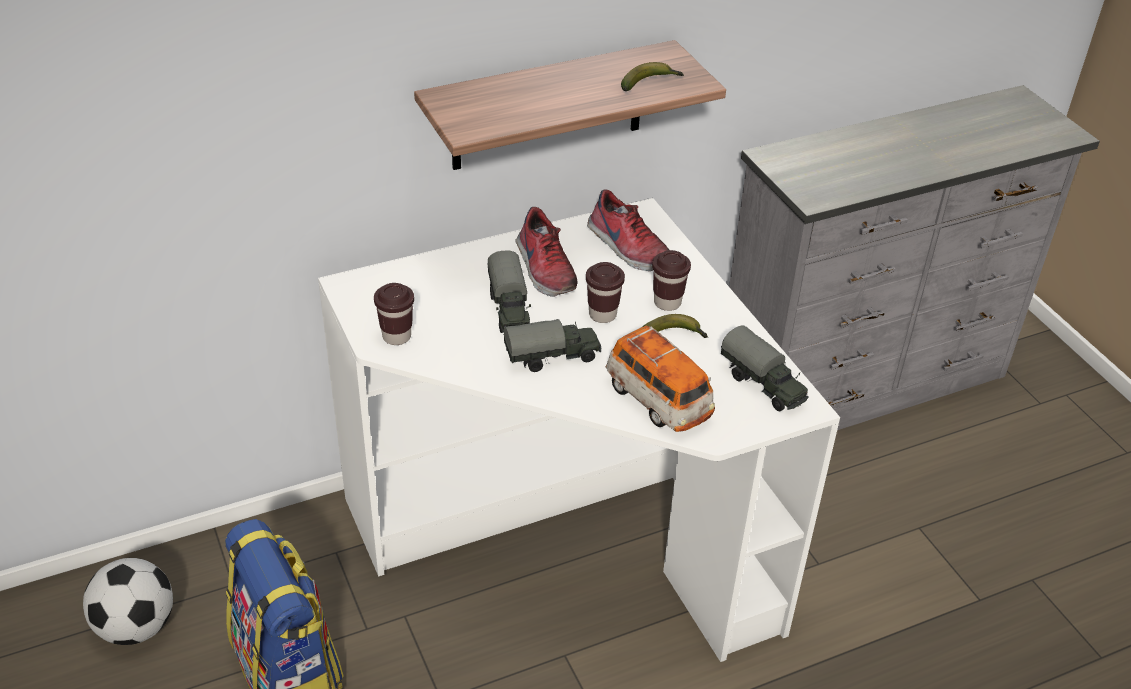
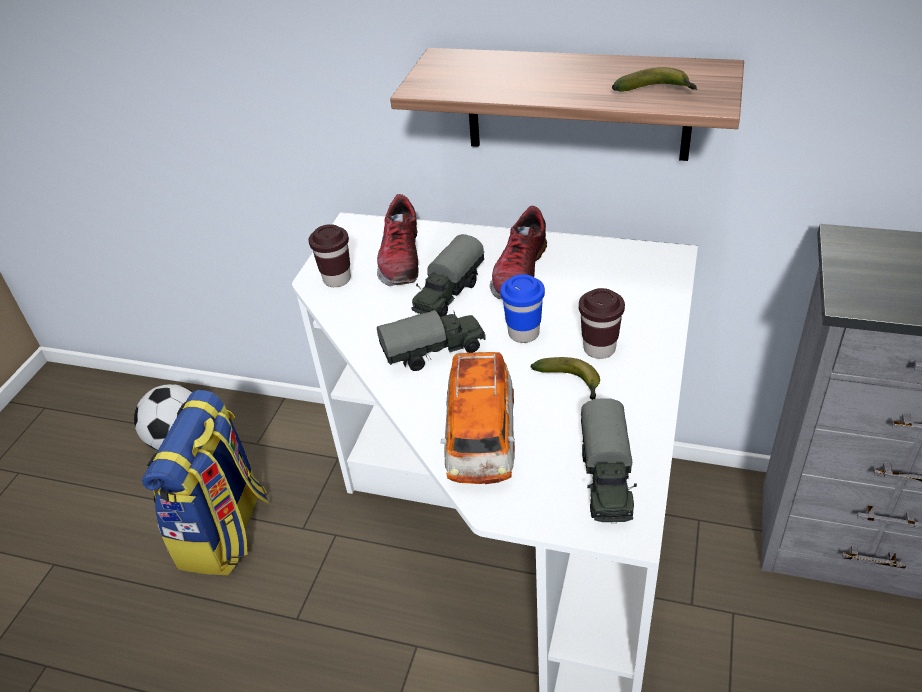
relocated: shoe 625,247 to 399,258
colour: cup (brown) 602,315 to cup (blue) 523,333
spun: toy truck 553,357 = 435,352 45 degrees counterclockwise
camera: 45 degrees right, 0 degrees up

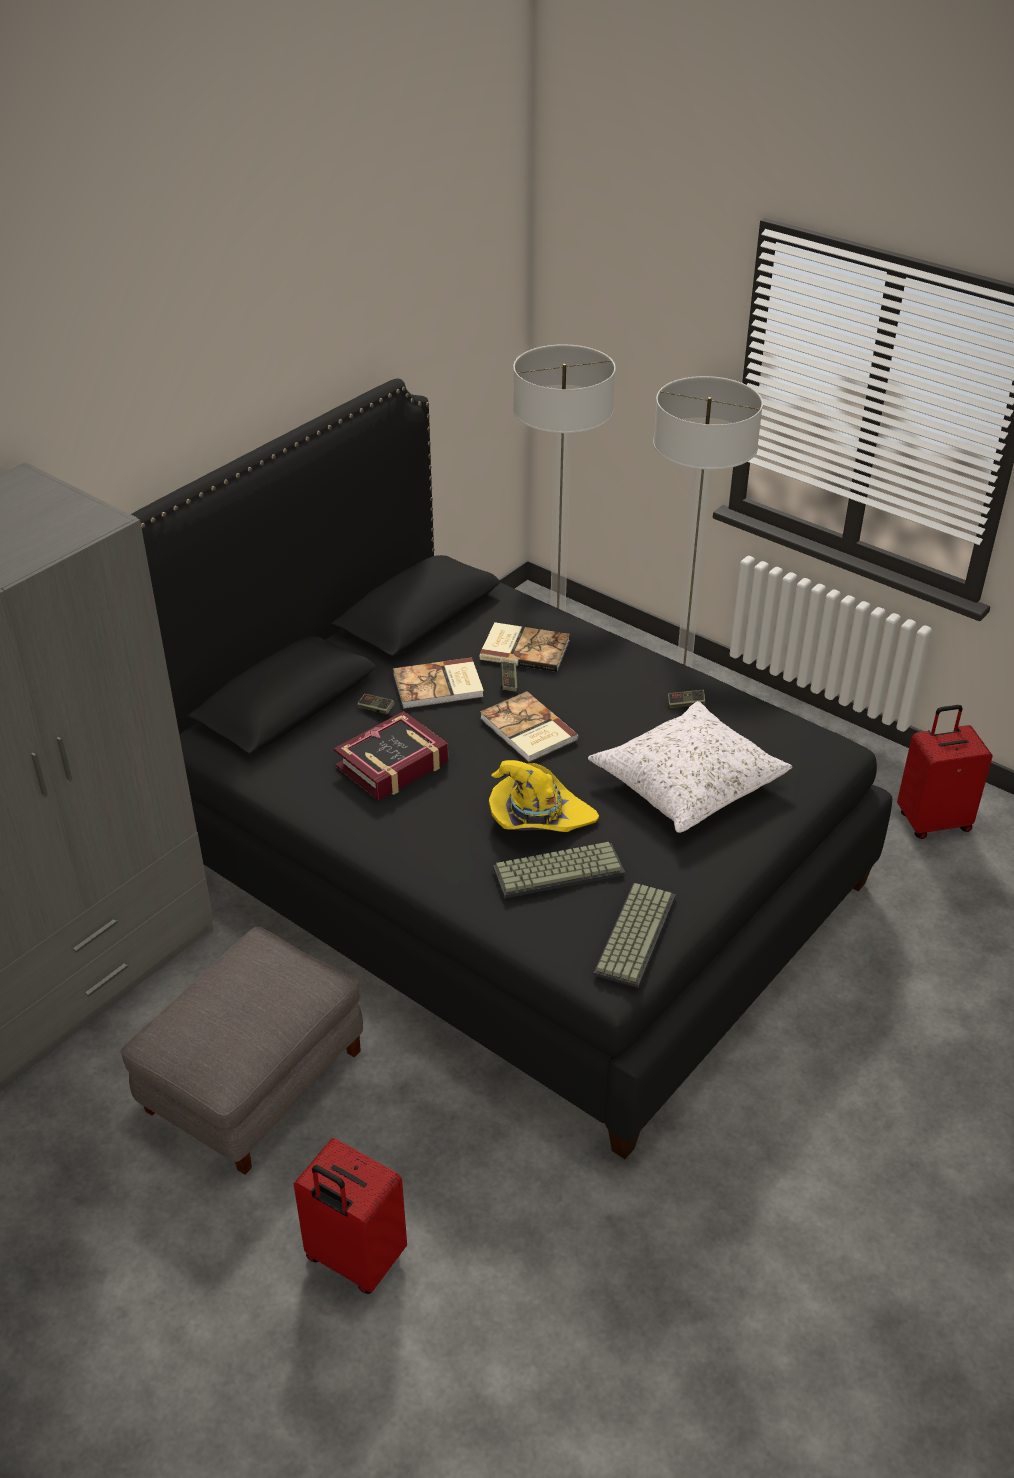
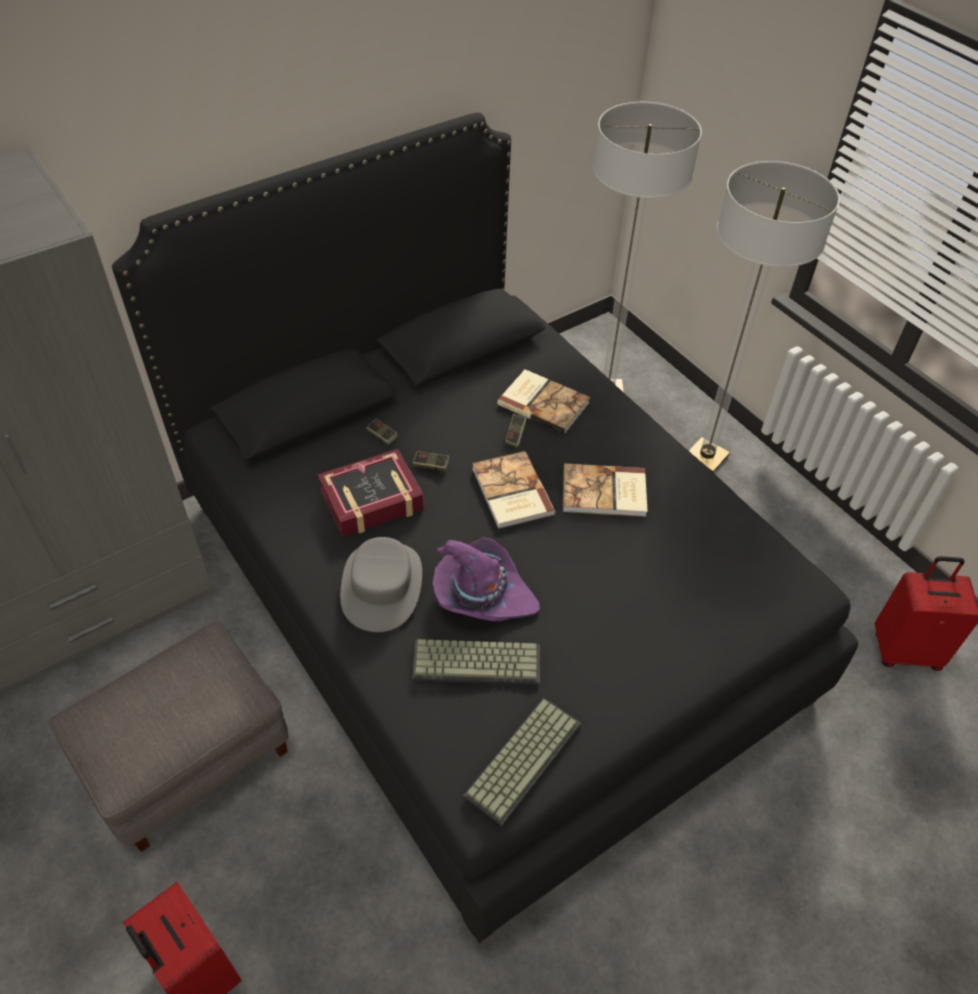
missing: pillow (white) 688,782
appeared: hat (grey) 382,586
relocated: game controller 686,704 to 431,465; book 439,686 to 605,493
colour: hat (yellow) 538,817 to hat (purple) 482,594
camera: 15 degrees right, 10 degrees up

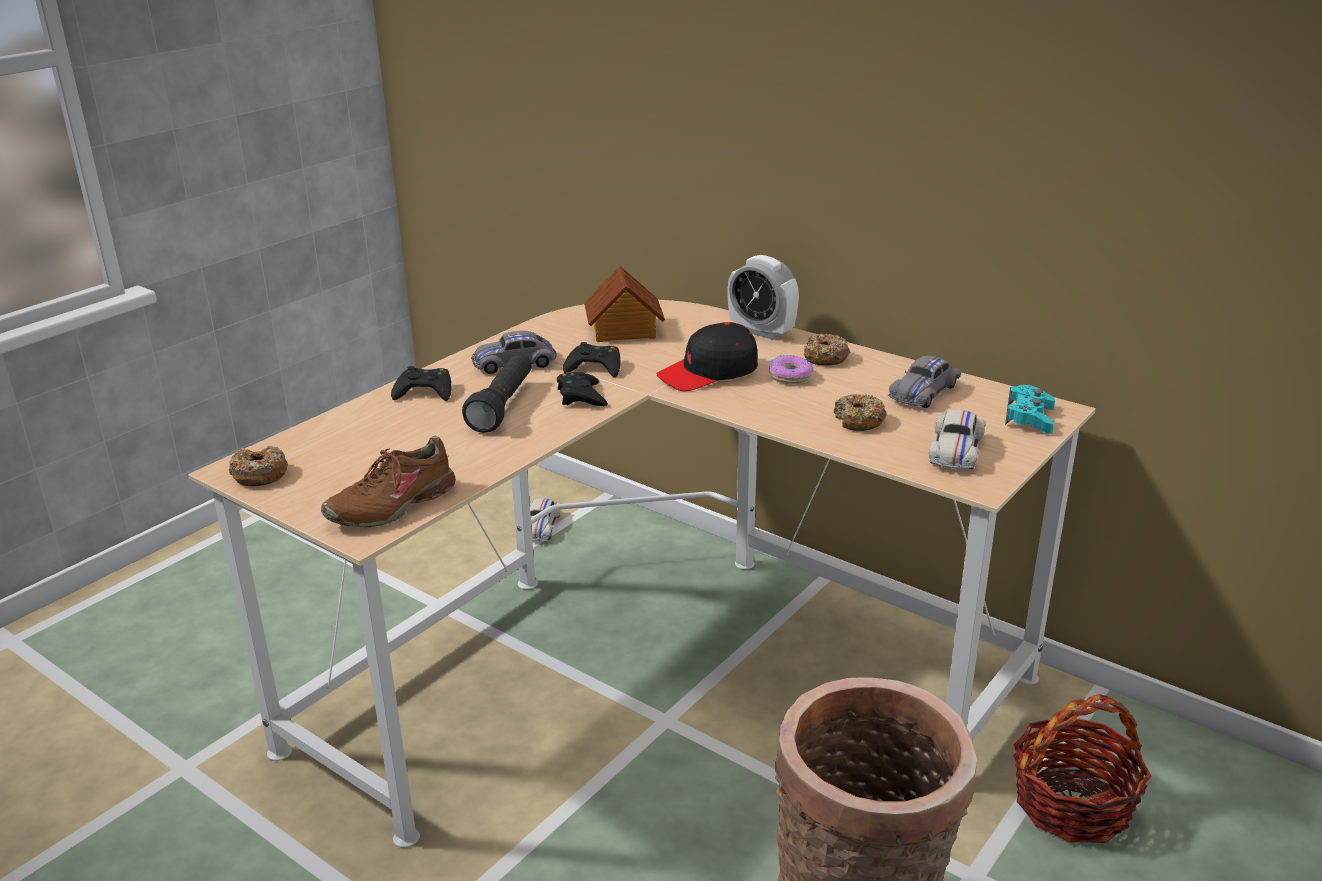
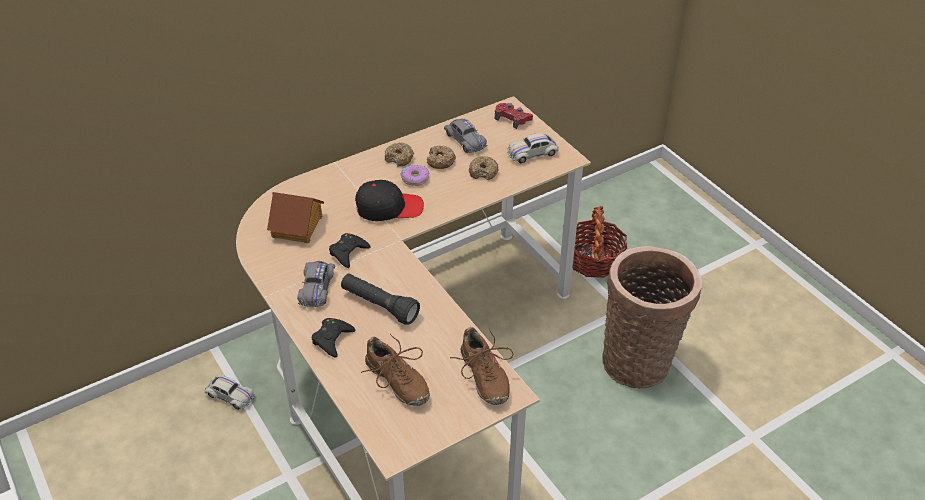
missing: game controller (black) 581,396; alarm clock 761,331
appeared: shoe (brown) 397,382
relocated: donut 259,475 to 440,161
colour: game controller (turquoise) 1029,418 to game controller (red) 512,118
spun: cap (black) 709,372 = 389,208 90 degrees counterclockwise; toy car (white) 955,451 = 532,153 120 degrees clockwise
camera: 70 degrees left, 15 degrees up

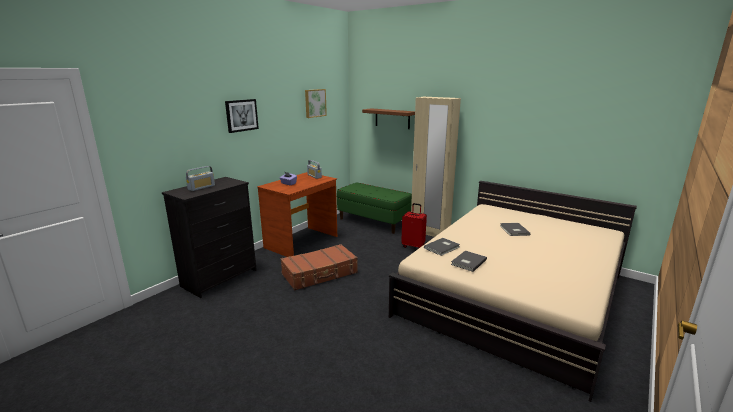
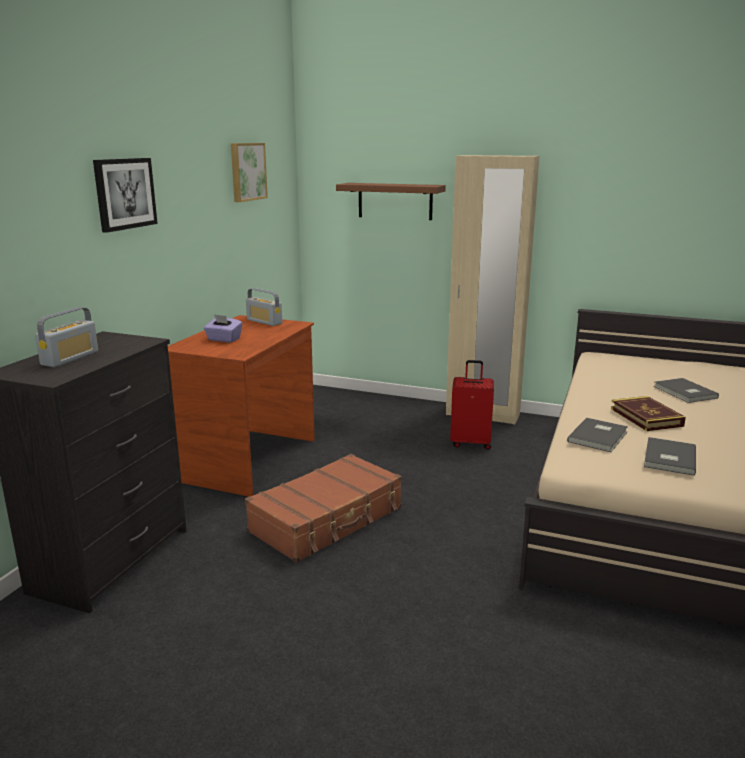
missing: bench (green) 374,221
appeared: book 646,417
camera: 15 degrees left, 0 degrees up

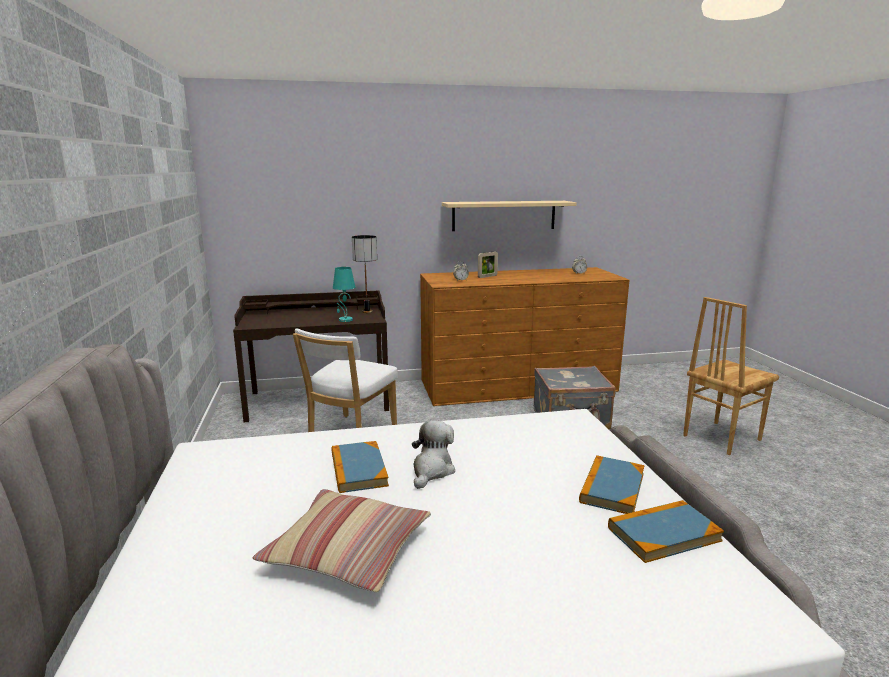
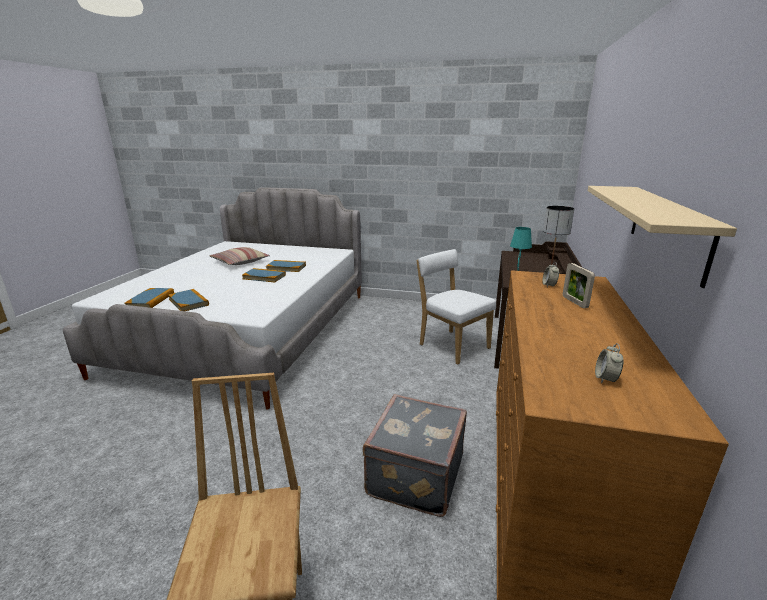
exchanged: plush toy 432,470 to book 264,277
camera: 115 degrees right, 5 degrees up

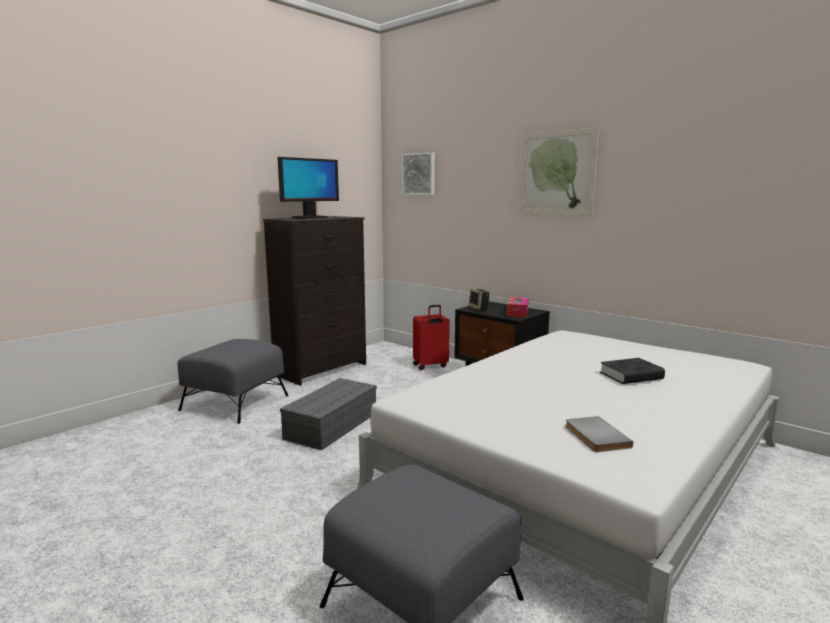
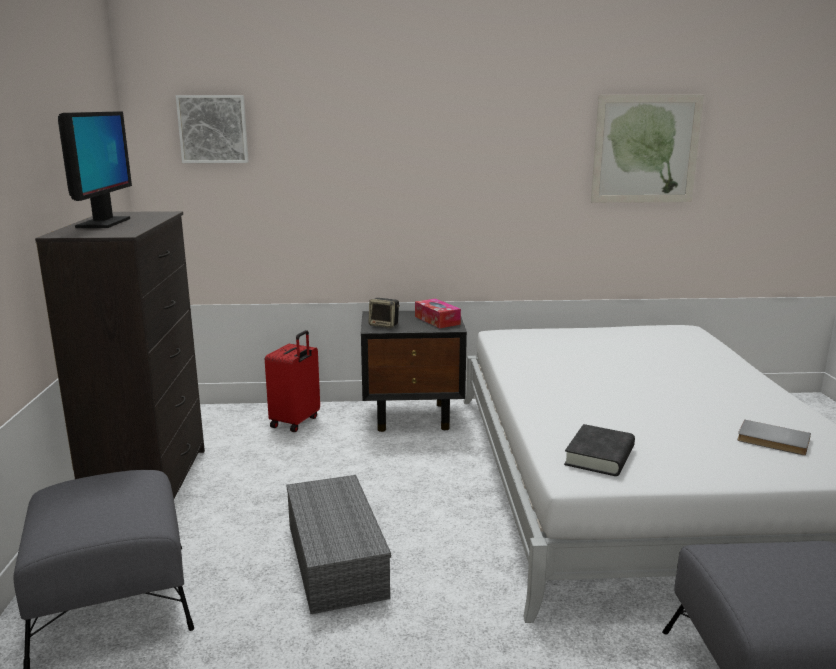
relocated: book (black) 631,376 to 599,456; picture 556,173 to 645,149
camera: 45 degrees left, 5 degrees up

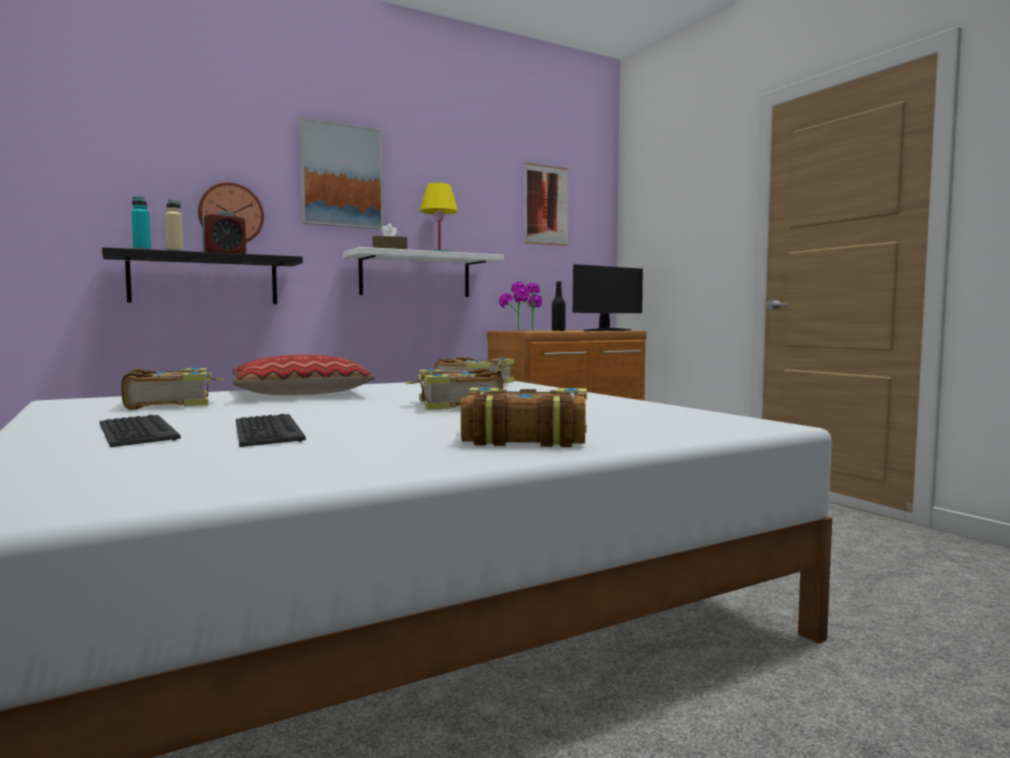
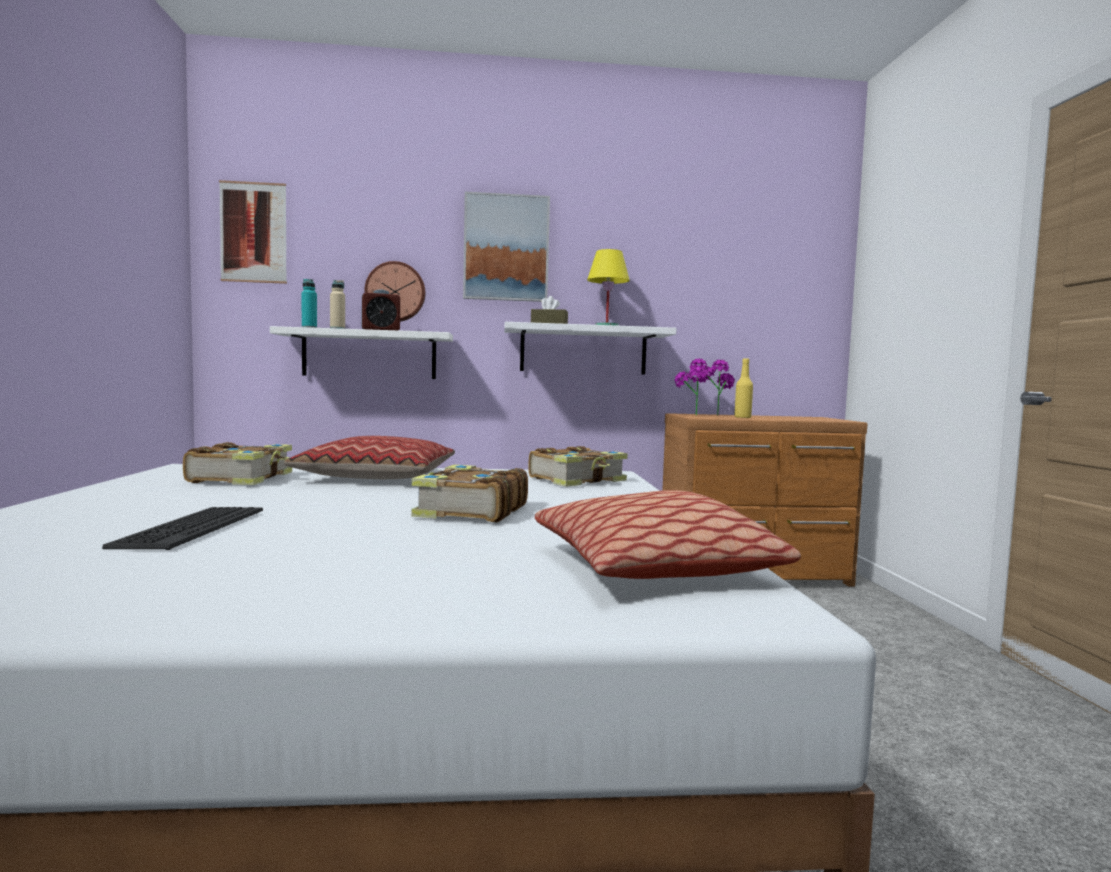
missing: keyboard 135,432; book 523,437; monitor 606,330
appeared: pillow 654,567
relocated: picture 546,205 to 253,232
colour: shelf (black) 204,279 to shelf (white) 369,354; bottle (black) 558,331 to bottle (yellow) 742,417
camera: 25 degrees right, 0 degrees up

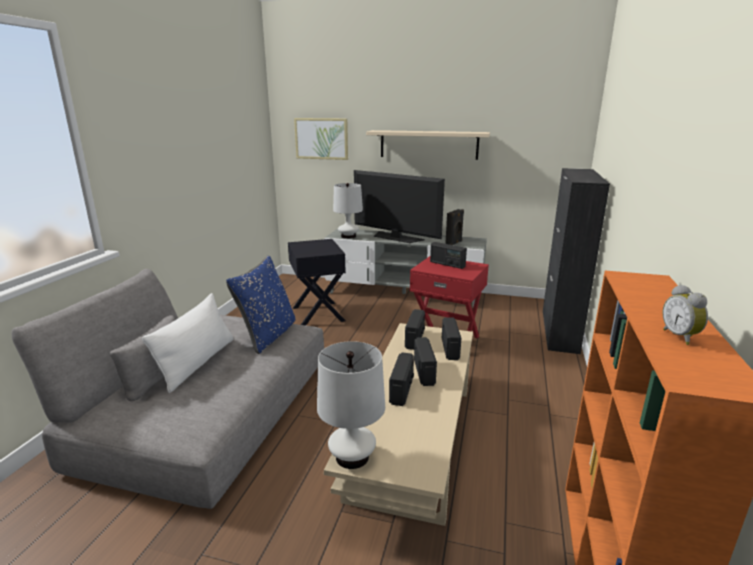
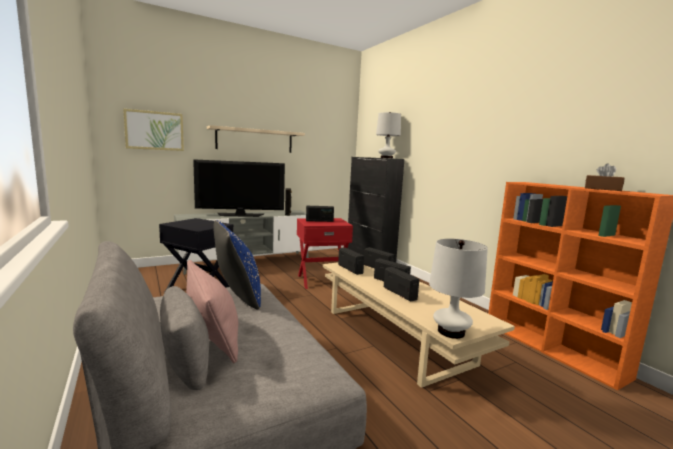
relocated: table lamp (white) 348,236 to 386,158
exchanged: alarm clock 681,337 to tissue box (brown) 602,189
colour: pillow (white) 198,363 to pillow (pink) 212,334
camera: 45 degrees left, 10 degrees down

